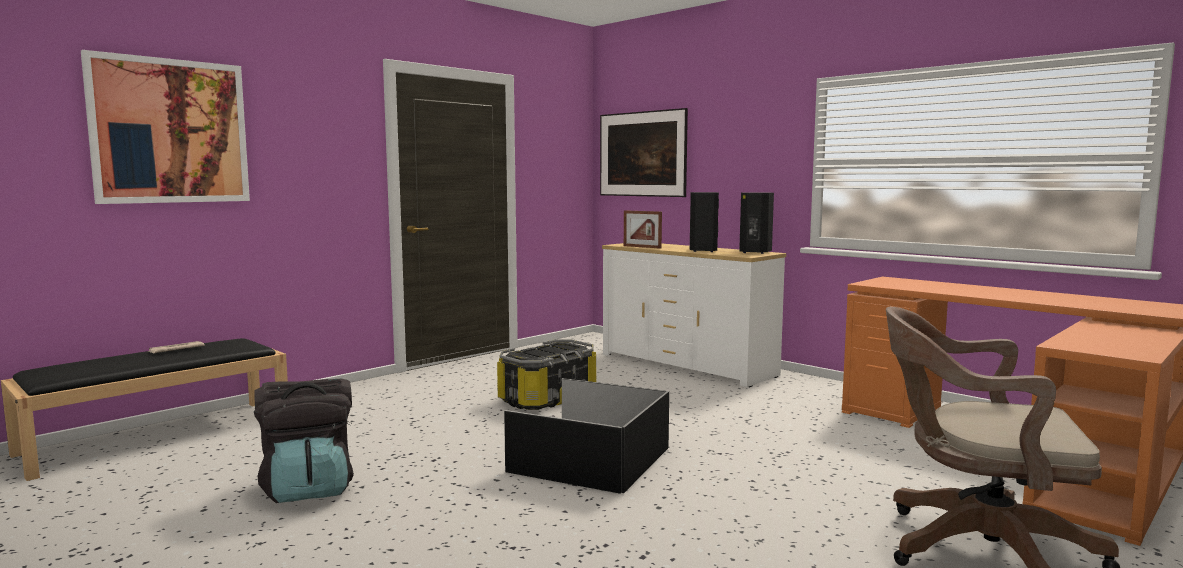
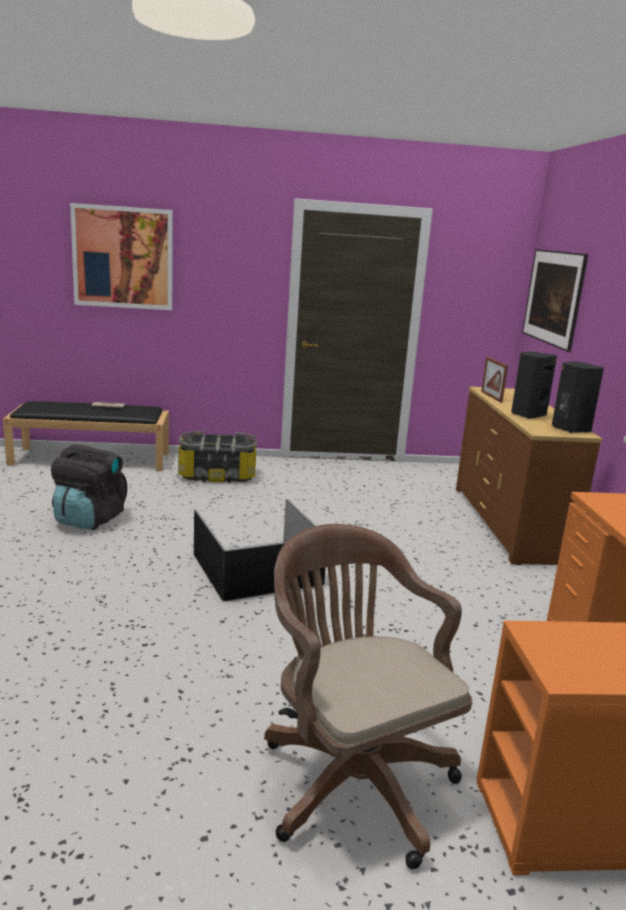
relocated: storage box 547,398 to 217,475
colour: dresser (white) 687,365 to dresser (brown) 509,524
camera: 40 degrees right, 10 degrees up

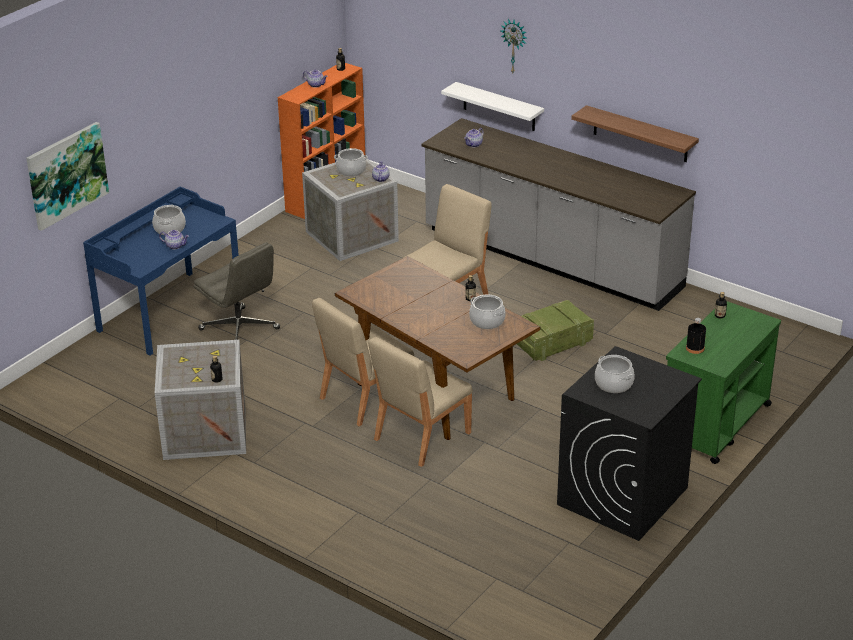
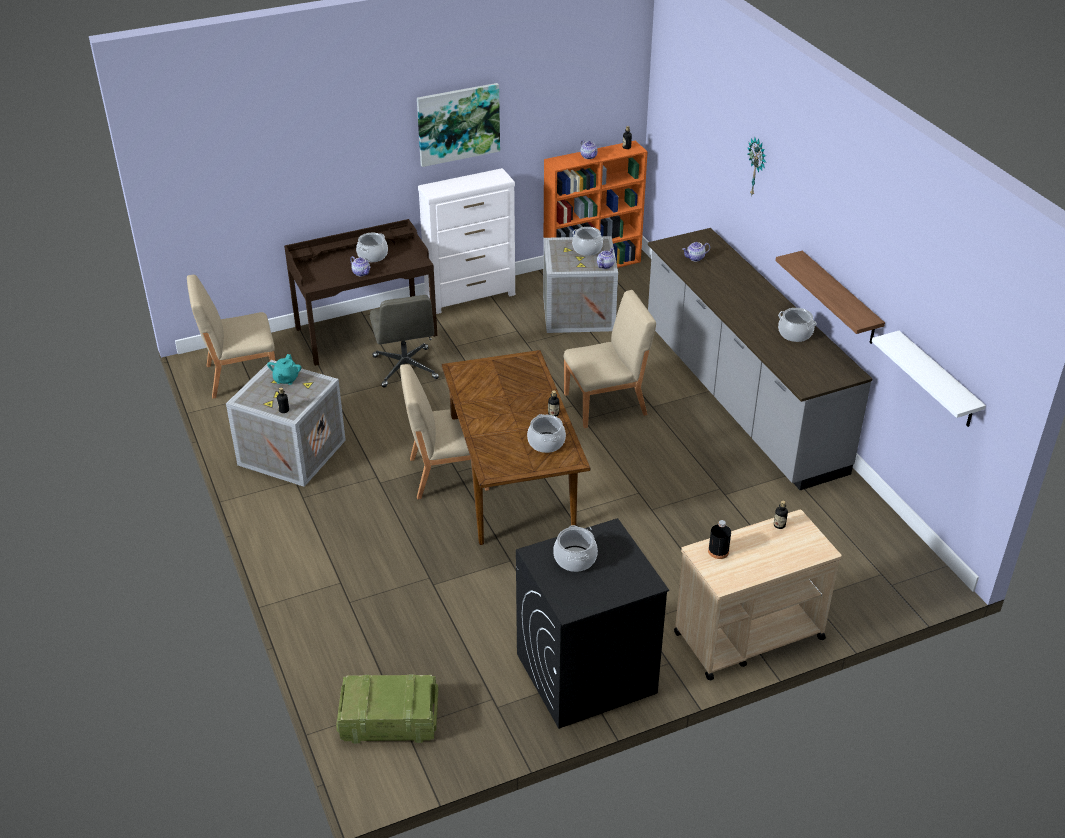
appeared: teapot (turquoise) 286,379; dresser (white) 471,297; cooking pot 795,333
relocated: chair (beige) 421,436 to 240,376; crate 550,343 to 388,721; picture 66,175 to 458,124; shelf (white) 499,107 to 937,380
colour: desk (blue) 169,312 to desk (brown) 366,331; cart (green) 715,424 to cart (beige) 747,636
camera: 30 degrees right, 5 degrees up

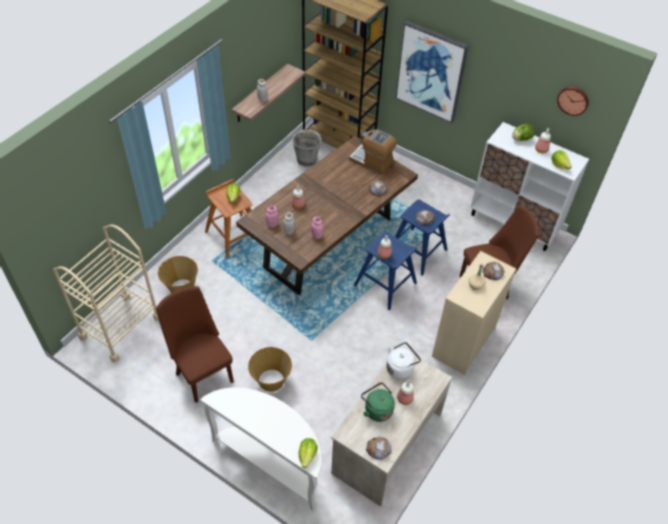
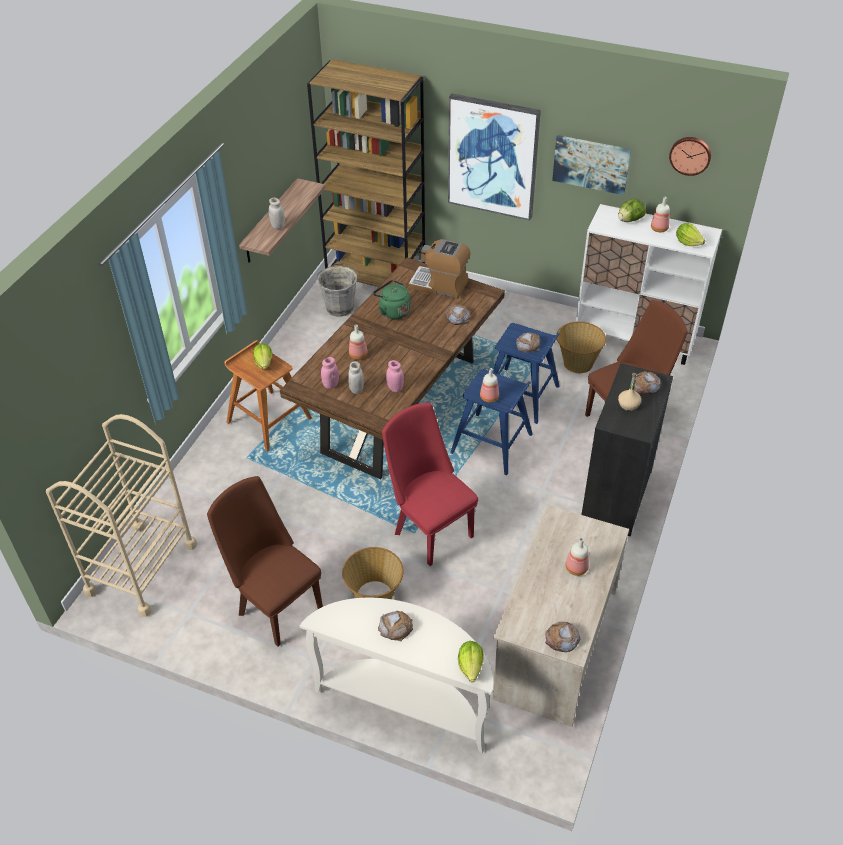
missing: kettle (white) 400,368
appeared: bread 396,627; chair (red) 429,530; picture 591,164
relocated: kettle (green) 377,409 to 393,311; basket 181,288 to 577,363
colour: dresser (beige) 463,342 to dresser (black) 615,496
camera: 10 degrees left, 5 degrees down

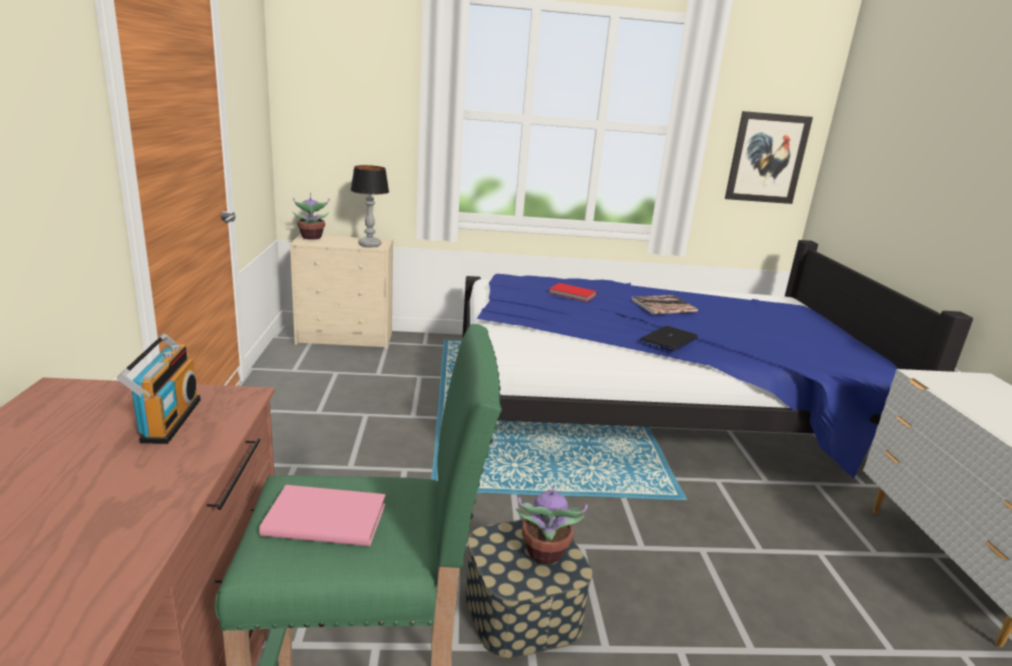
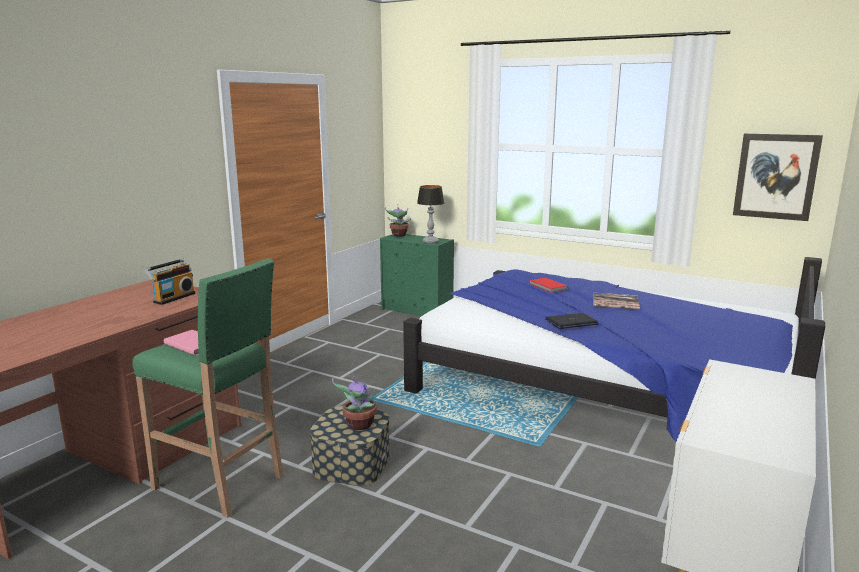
colour: dresser (beige) 346,338 to dresser (green) 418,310
camera: 35 degrees right, 5 degrees down

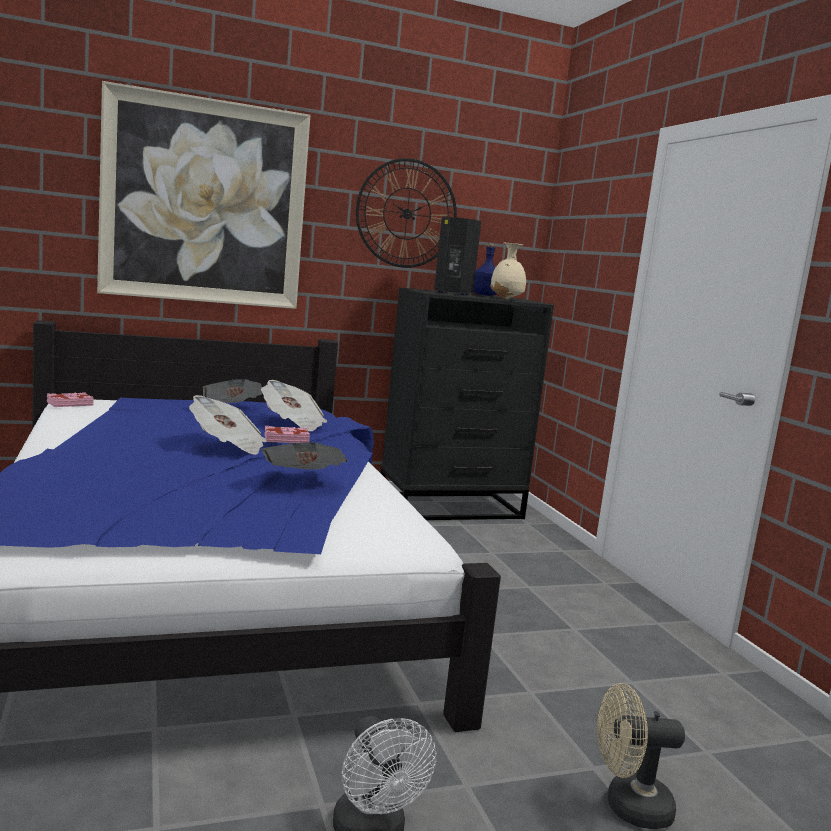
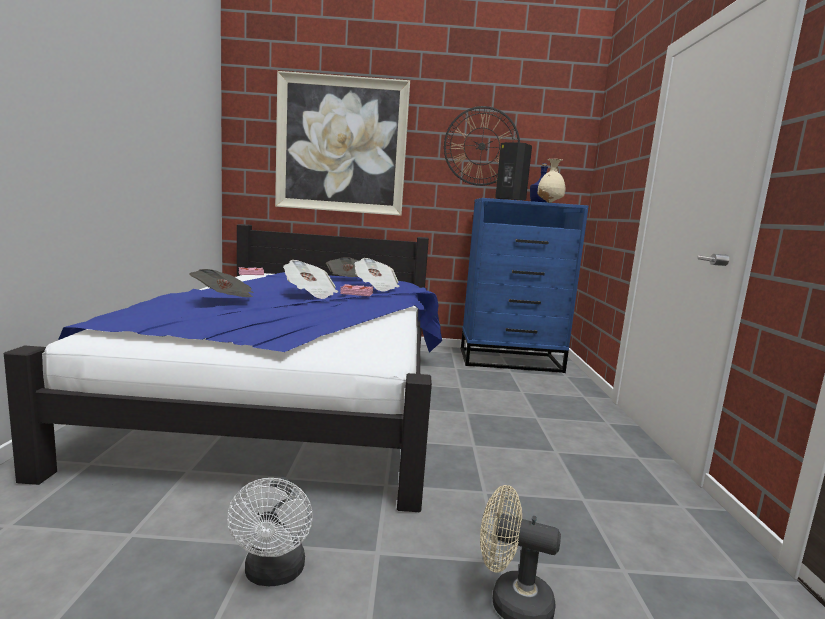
relocated: newspaper 303,480 to 225,301
colour: dresser (black) 452,507 to dresser (blue) 511,360
camera: 20 degrees right, 0 degrees up

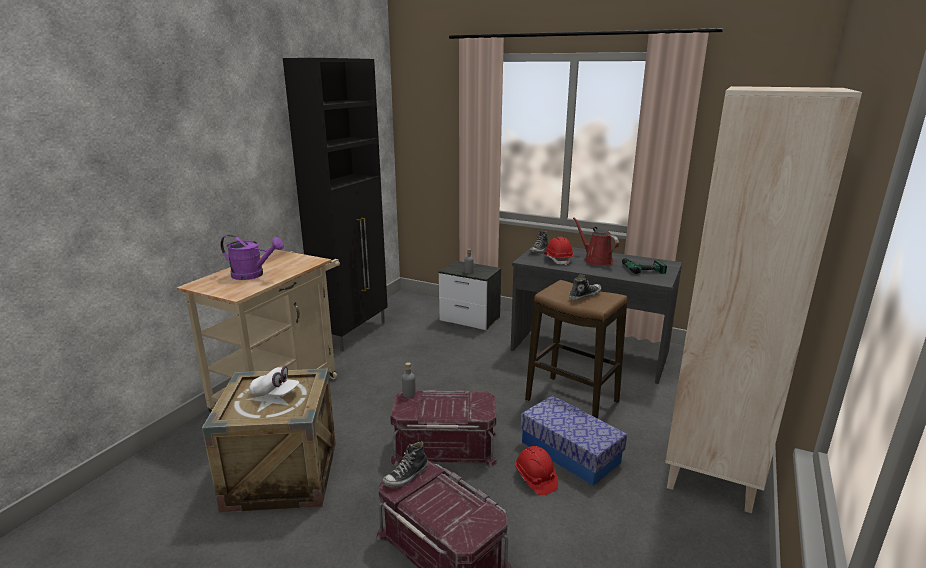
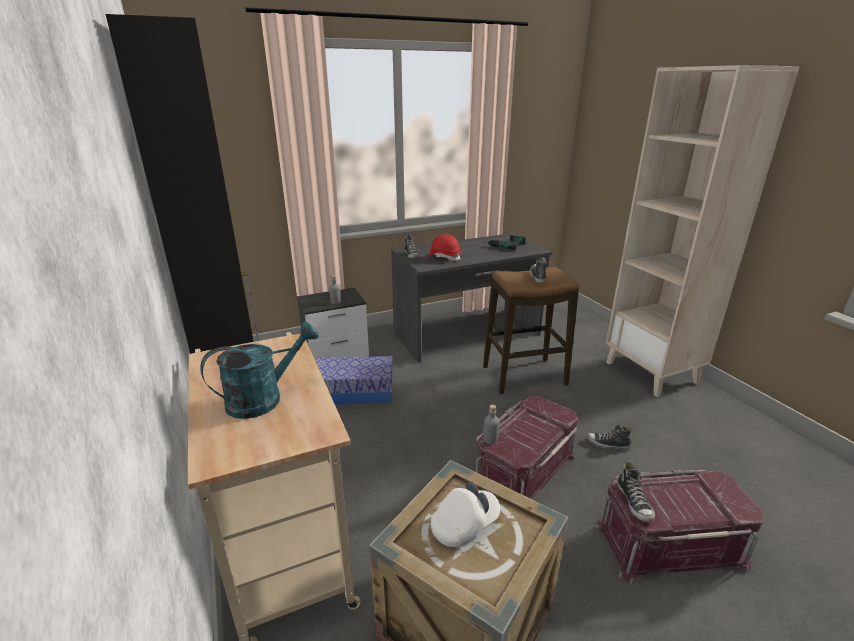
missing: watering can (red) 596,260
relocated: storage box 569,452 to 354,392
exchanged: hard hat (red) 535,478 to shoe 607,444
colour: watering can (purple) 253,275 to watering can (turquoise) 264,398
camera: 50 degrees left, 5 degrees up

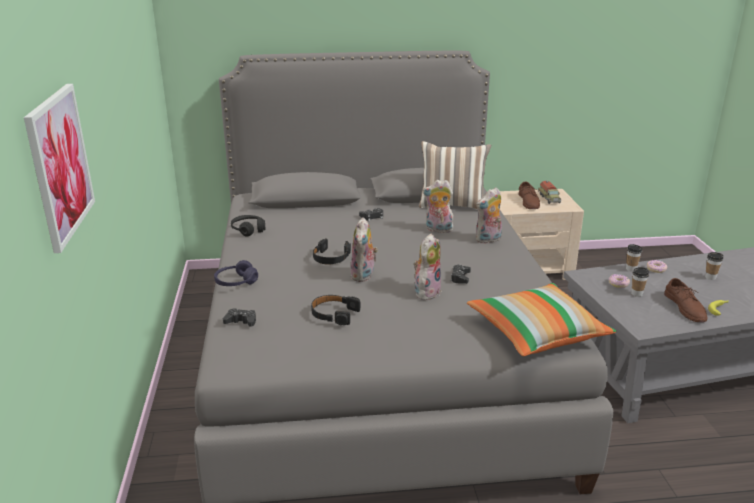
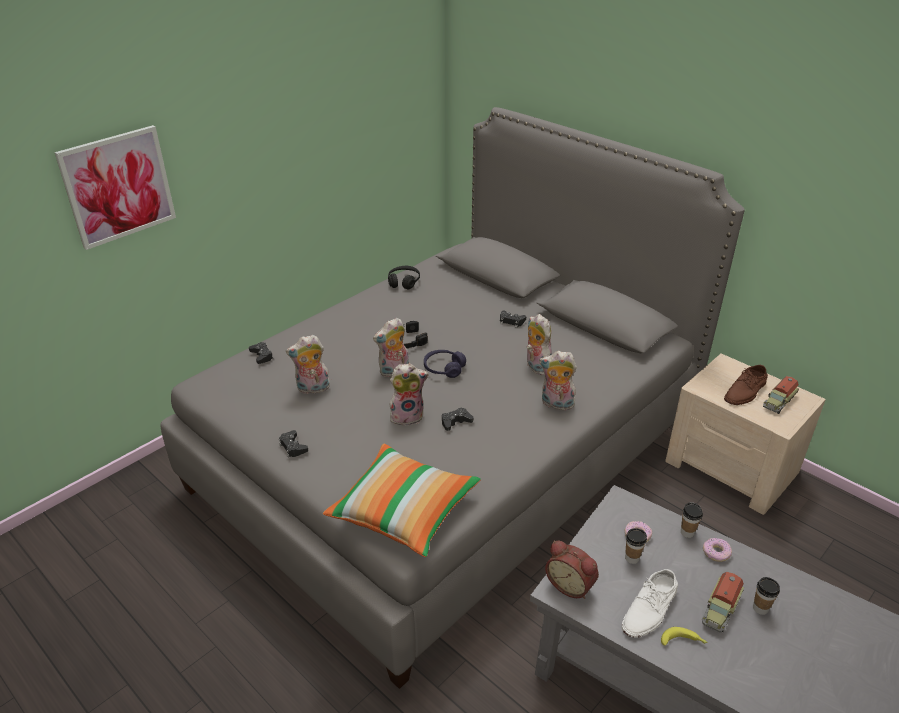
missing: pillow 452,205
appeared: game controller (black) 293,447; alarm clock 571,584; toy truck 720,609
relocated: headphones (purple) 236,282 to 444,369
exchanged: headphones (black) 334,314 to plush toy 312,389
colour: shoe (brown) 685,307 to shoe (white) 650,609
camera: 50 degrees right, 10 degrees up

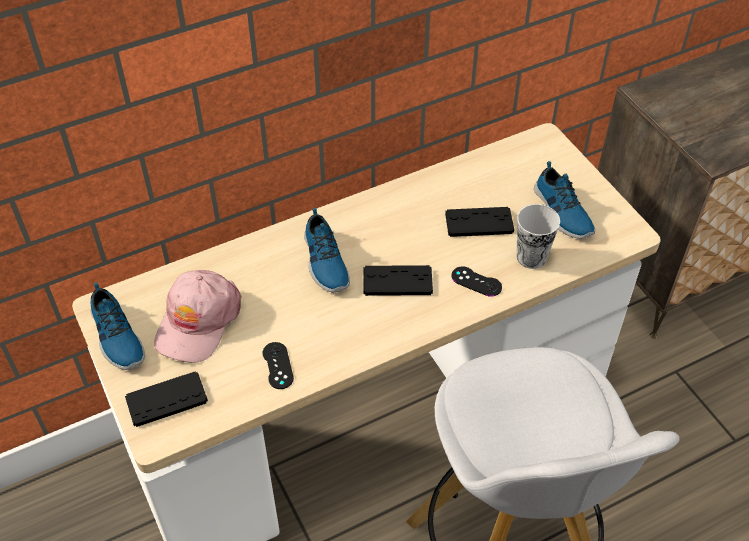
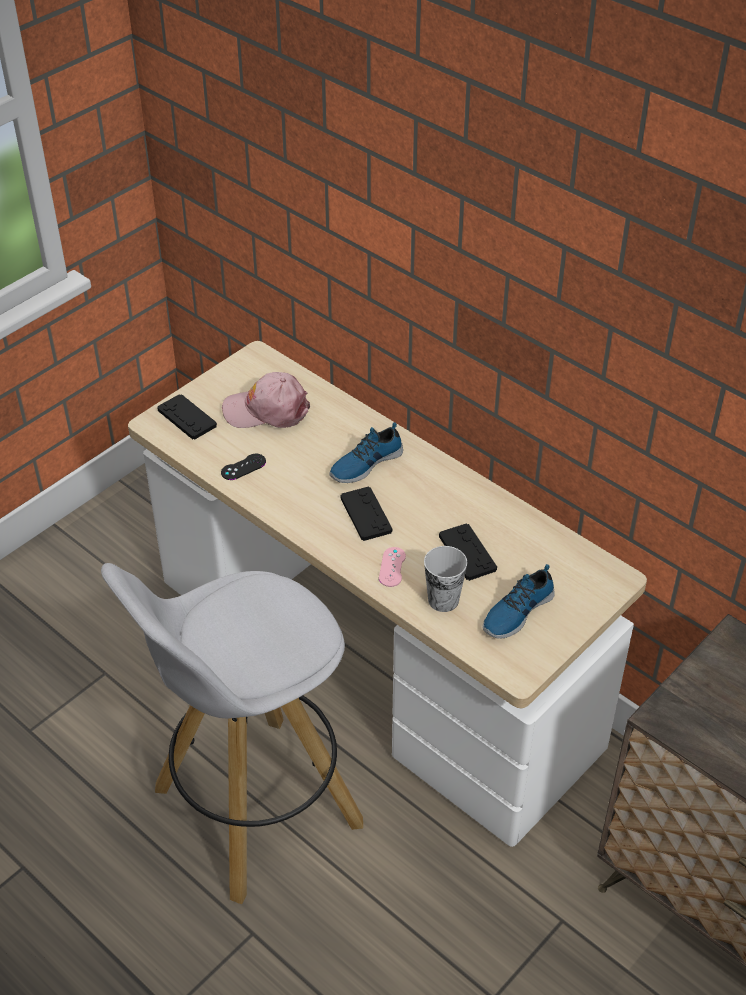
missing: shoe 116,337
colour: game controller (black) 476,281 to game controller (pink) 392,567
camera: 70 degrees right, 5 degrees down

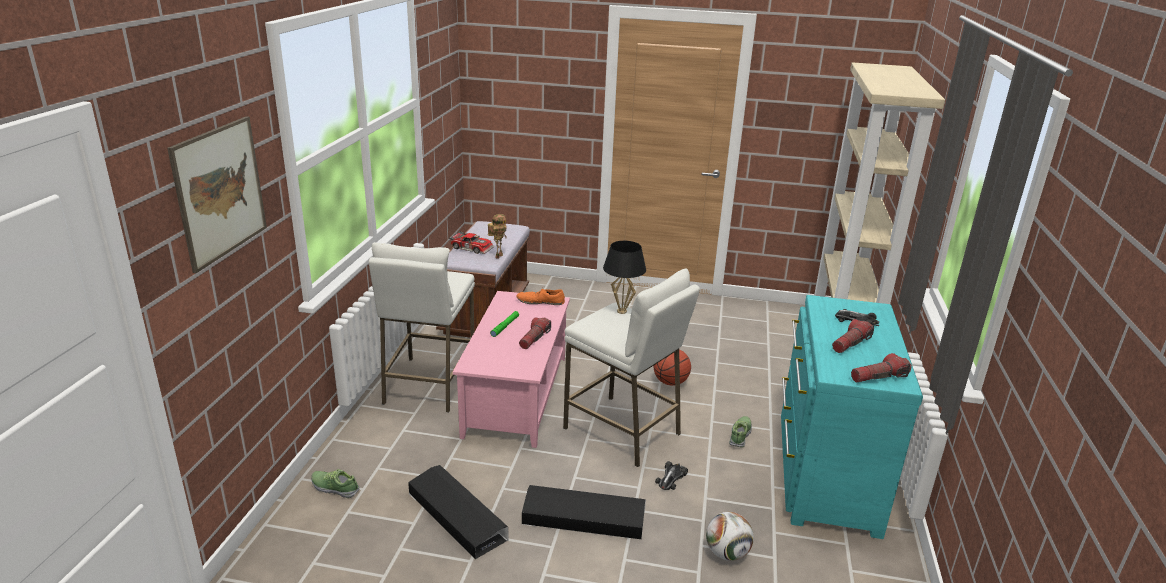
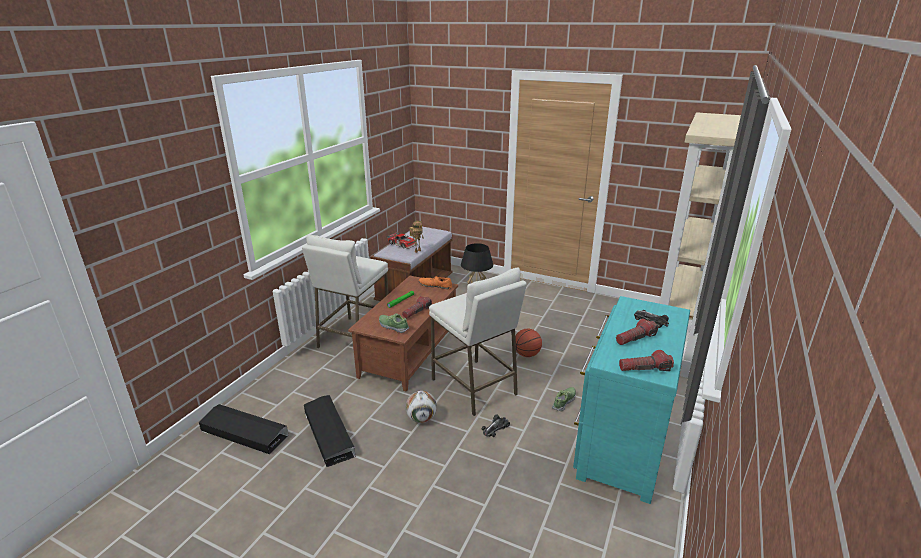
missing: picture 220,191
relocated: storage box (black) 583,518 to 244,433; shoe 335,488 to 393,326; football 727,553 to 421,418
colour: coffee table (pink) 518,395 to coffee table (brown) 410,352
camera: 15 degrees right, 0 degrees up

